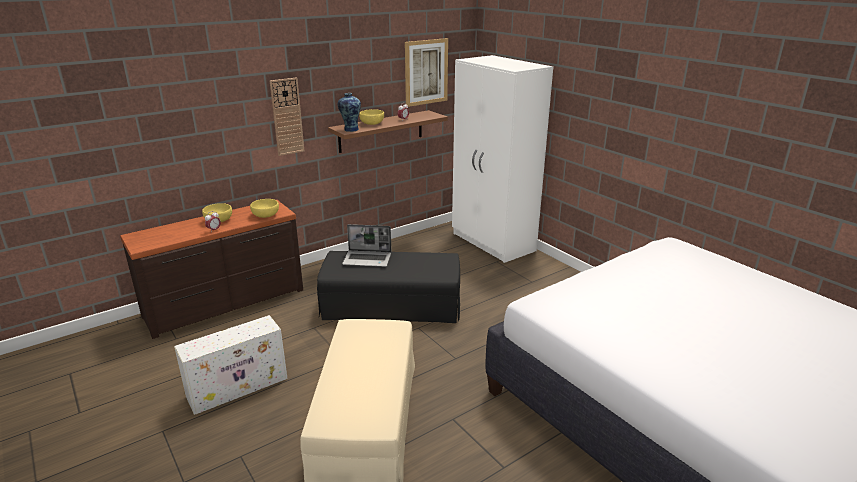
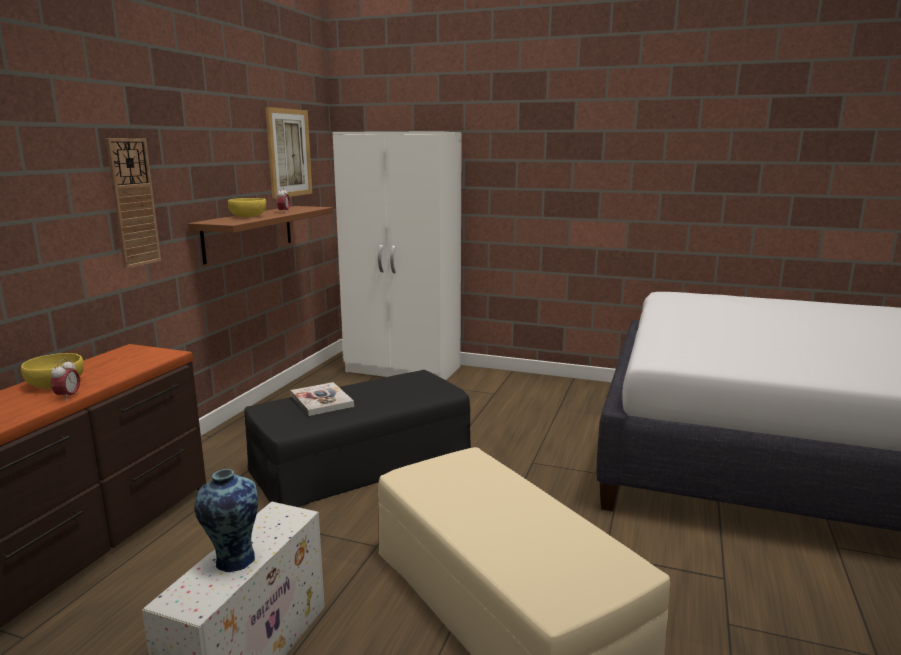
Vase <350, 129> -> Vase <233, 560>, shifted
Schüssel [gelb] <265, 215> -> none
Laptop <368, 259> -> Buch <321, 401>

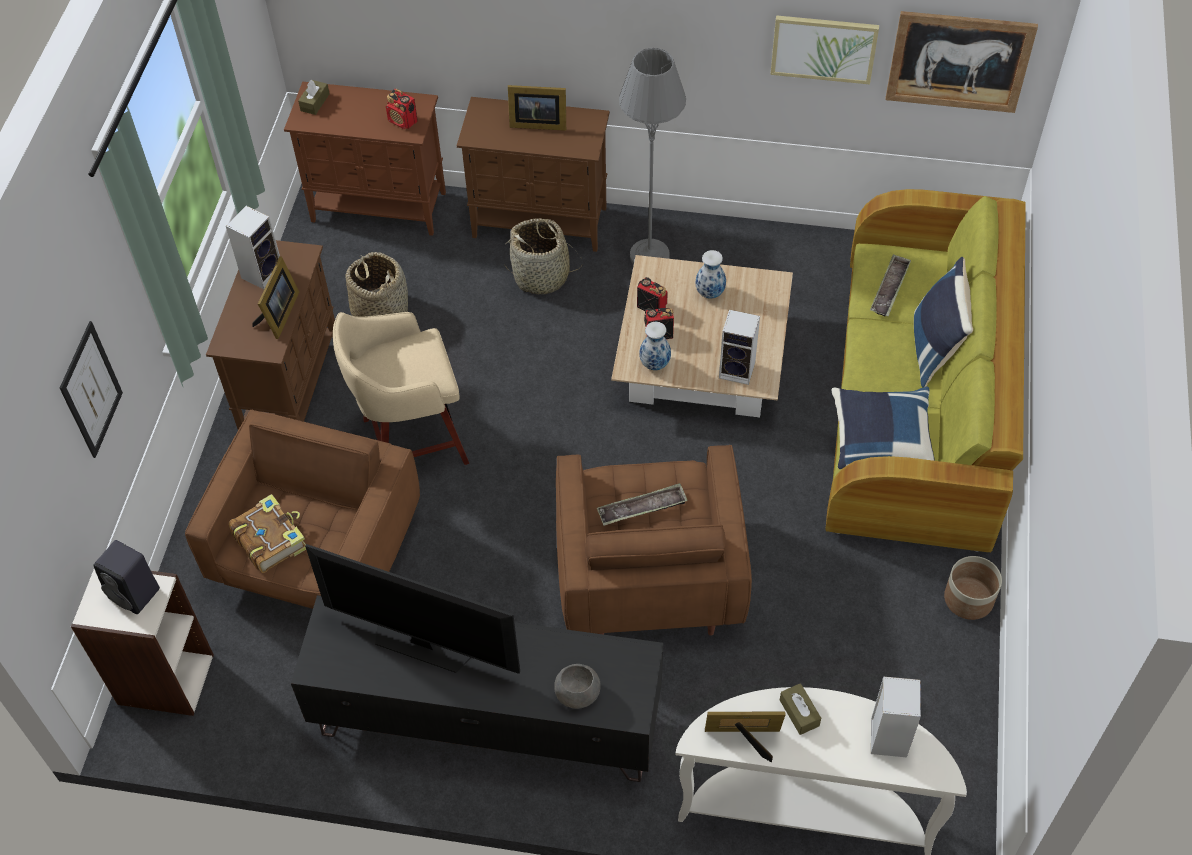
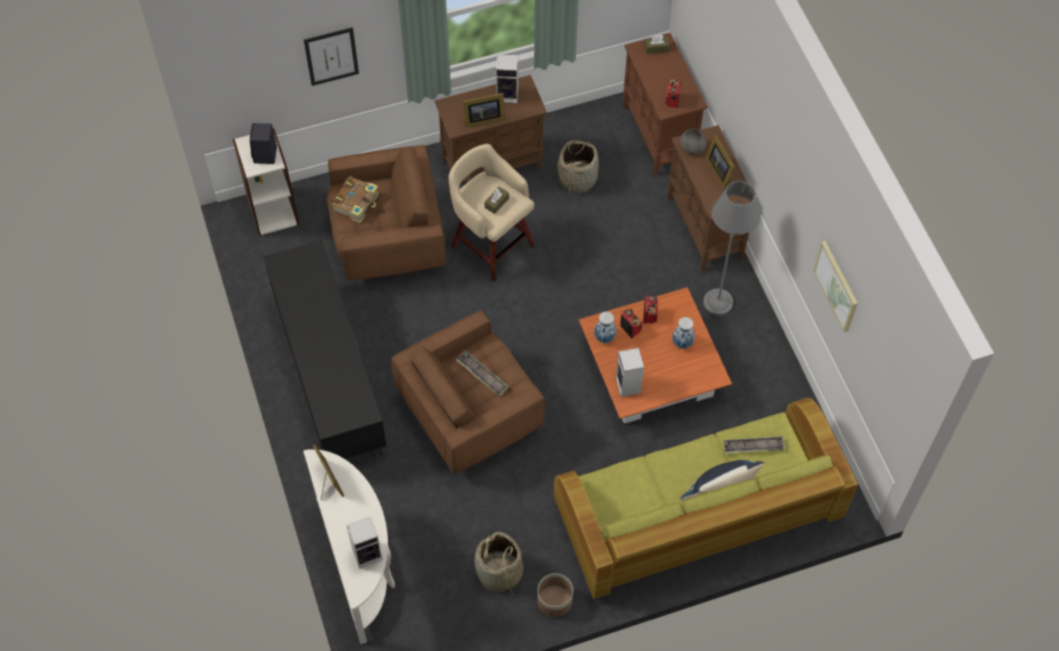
Bild <959, 61> -> none
Korb <542, 276> -> Korb <499, 572>, shifted
Couchtisch [beige] <702, 359> -> Couchtisch [orange] <651, 371>
Kissen [blau] <880, 440> -> none
Fernseher <423, 642> -> none
Schüssel [grau] <578, 693> -> Schüssel [grau] <692, 148>, shifted
Taschentuchbox [braun] <799, 713> -> Taschentuchbox [braun] <496, 203>, shifted

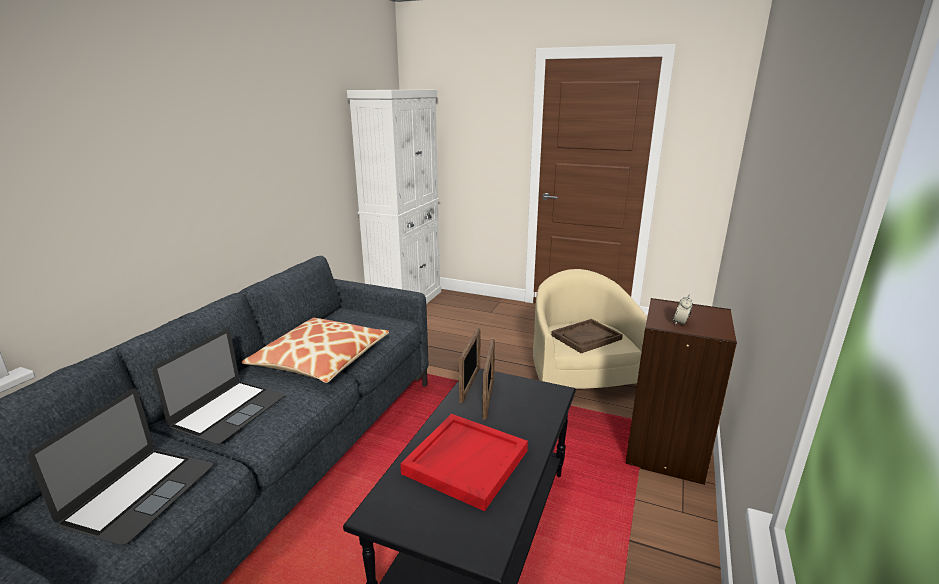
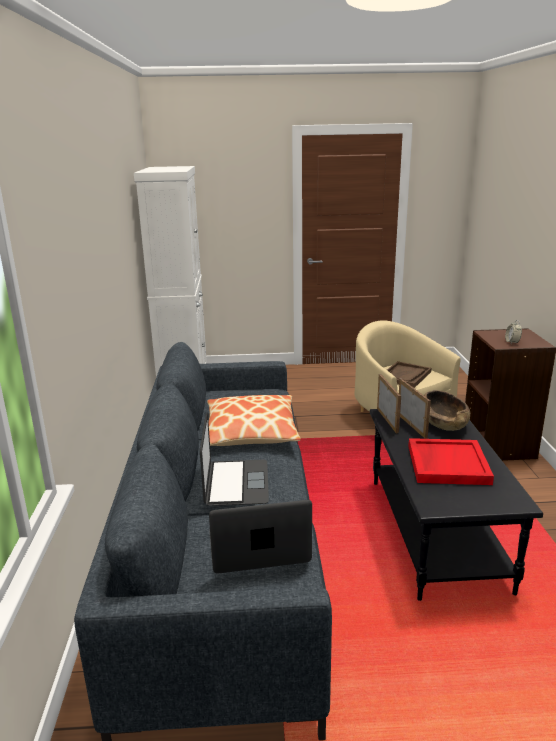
Laptop <140, 493> -> Laptop <258, 547>, 90 degrees counterclockwise
none -> Schüssel [braun] <444, 423>

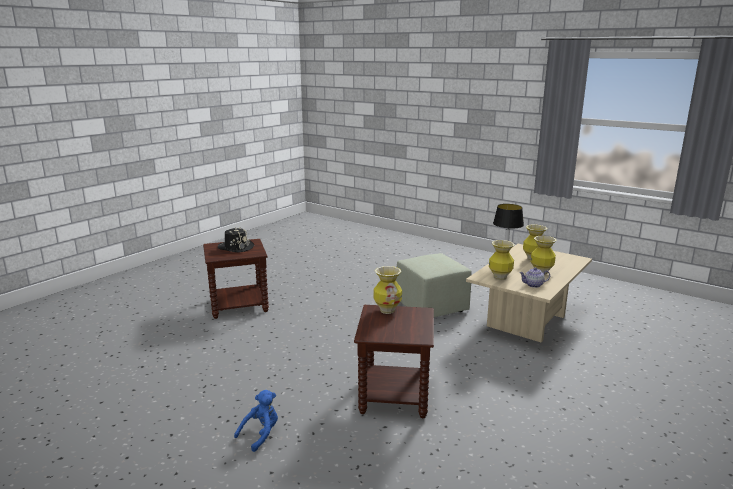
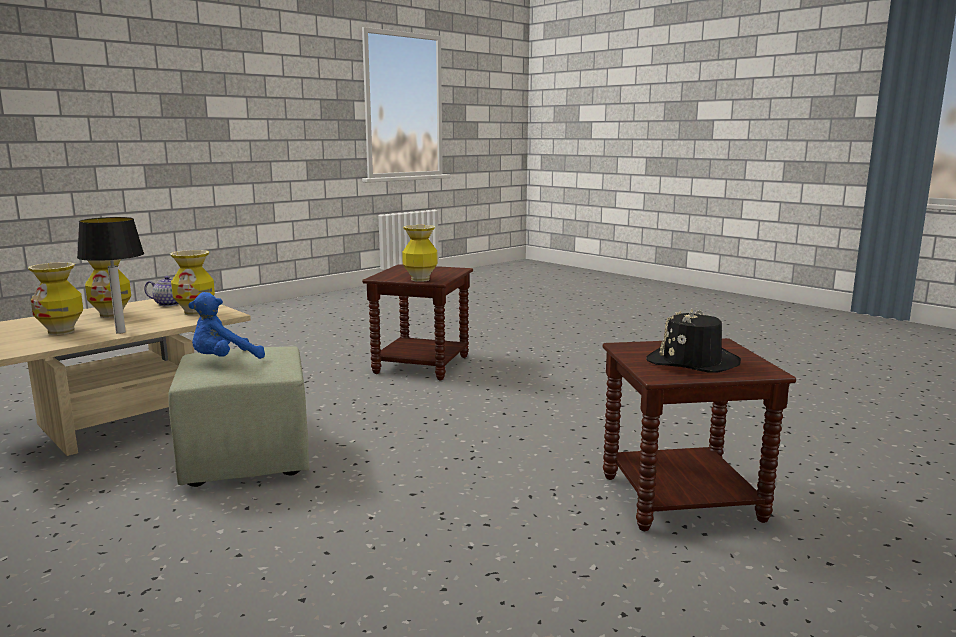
Plüschtier [blau] <261, 434> -> Plüschtier [blau] <224, 361>, shifted

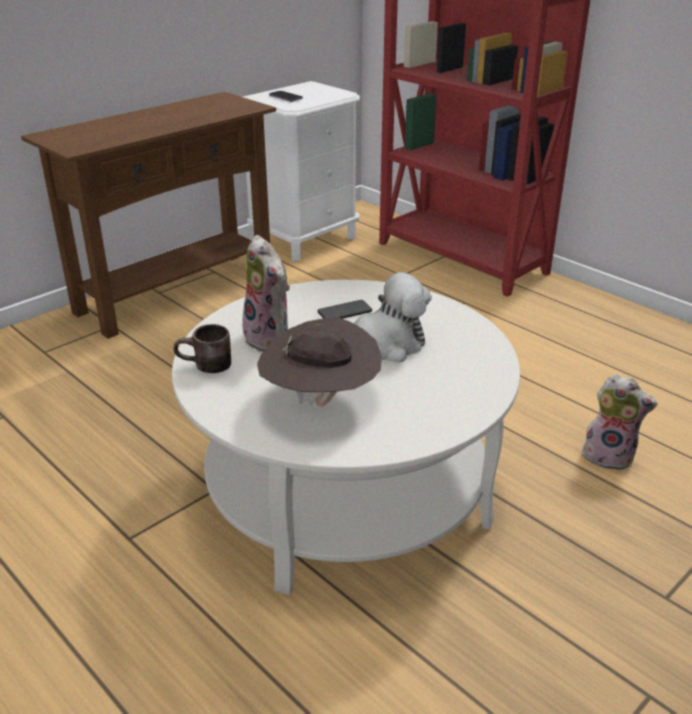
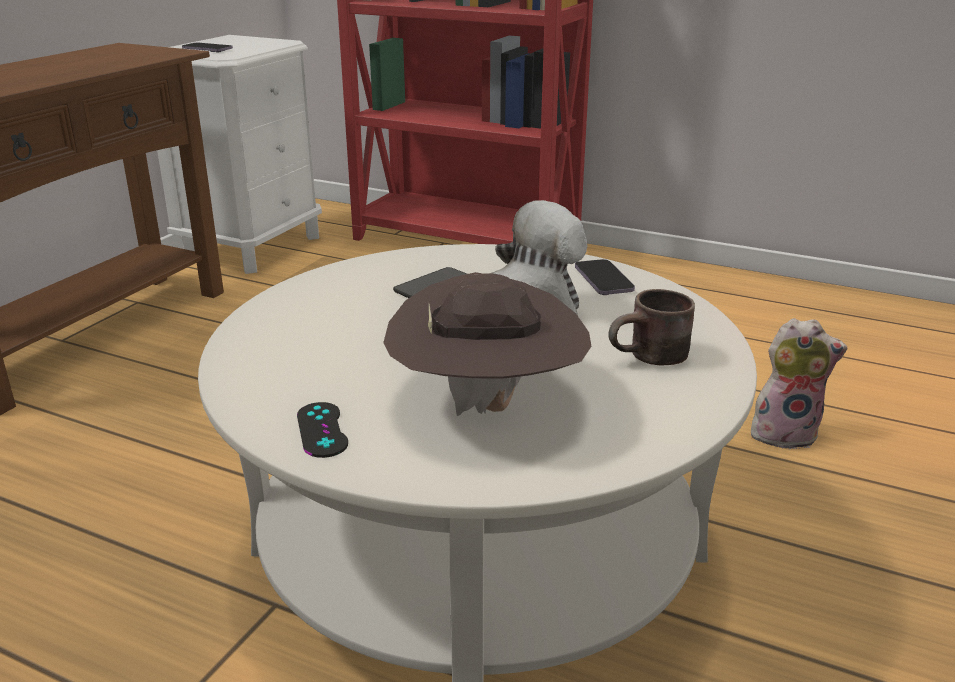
Plüschtier <271, 339> -> none
Henkelbecher [braun] <205, 368> -> Henkelbecher [braun] <651, 360>, shifted
none -> Handy <603, 280>
none -> Gamepad [schwarz] <322, 430>

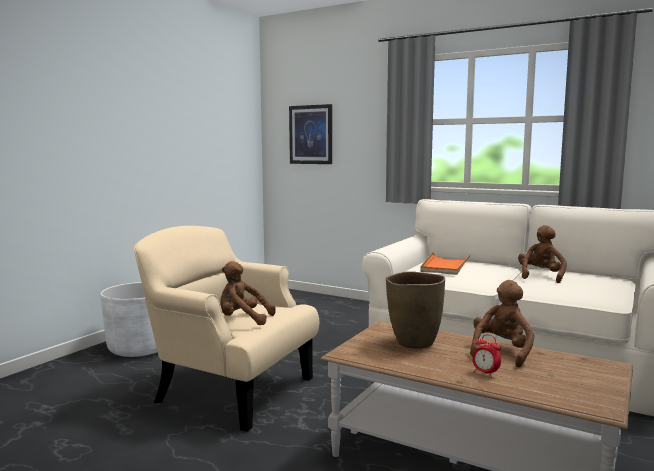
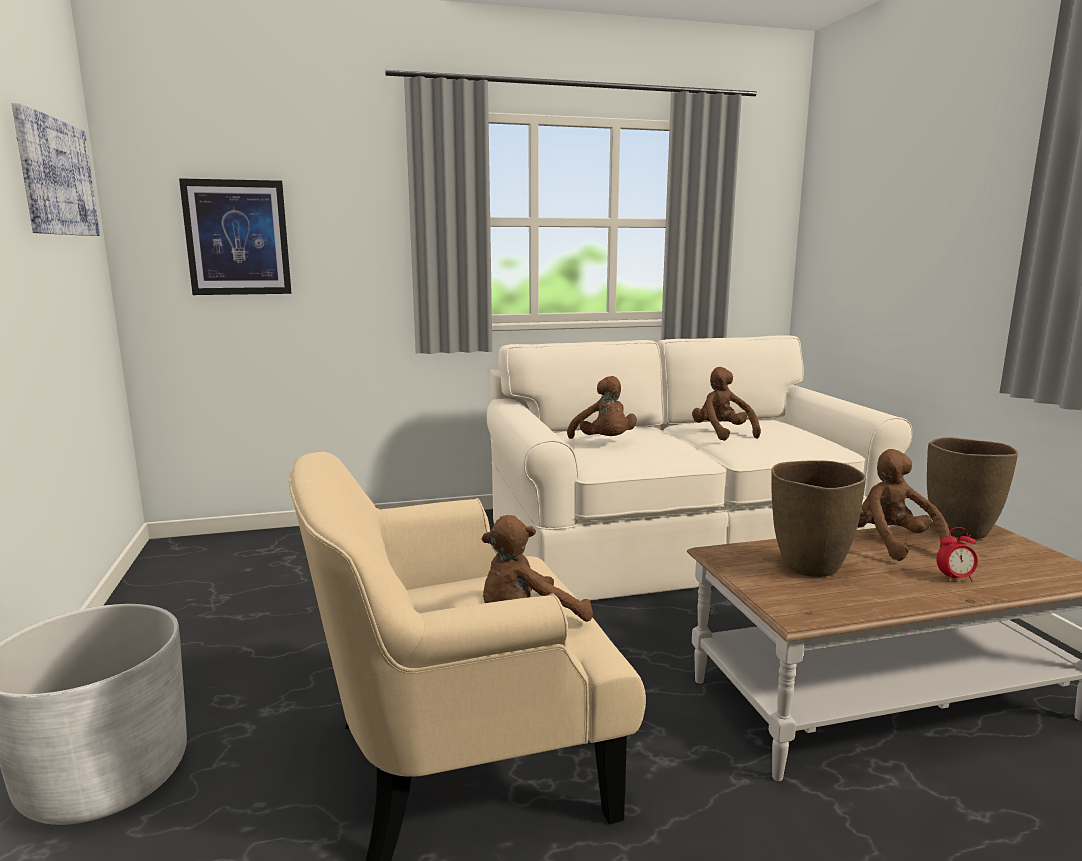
Tablett [orange] <445, 266> -> Plüschtier [braun] <604, 442>
none -> Bild <56, 177>
none -> Vase [braun] <959, 531>

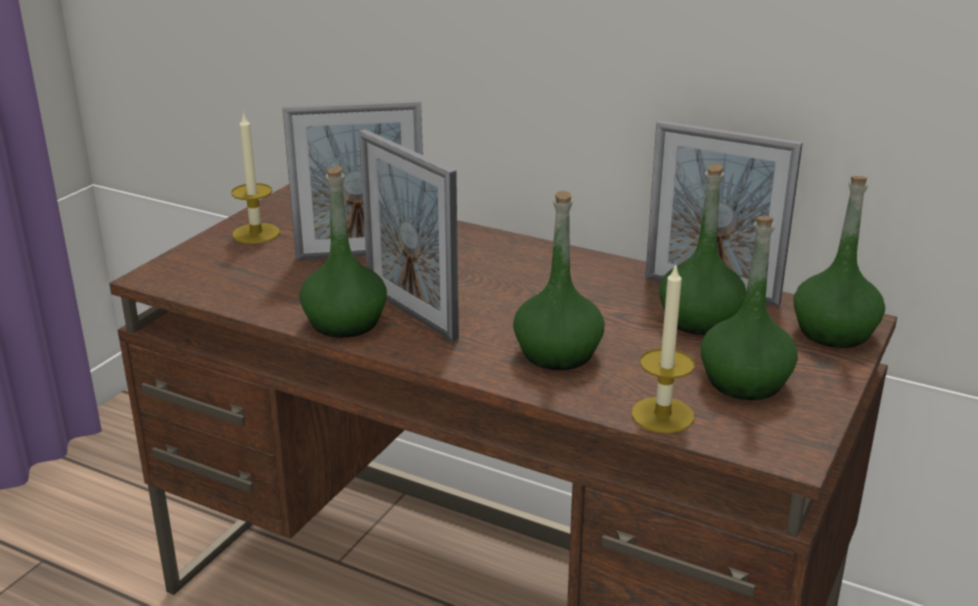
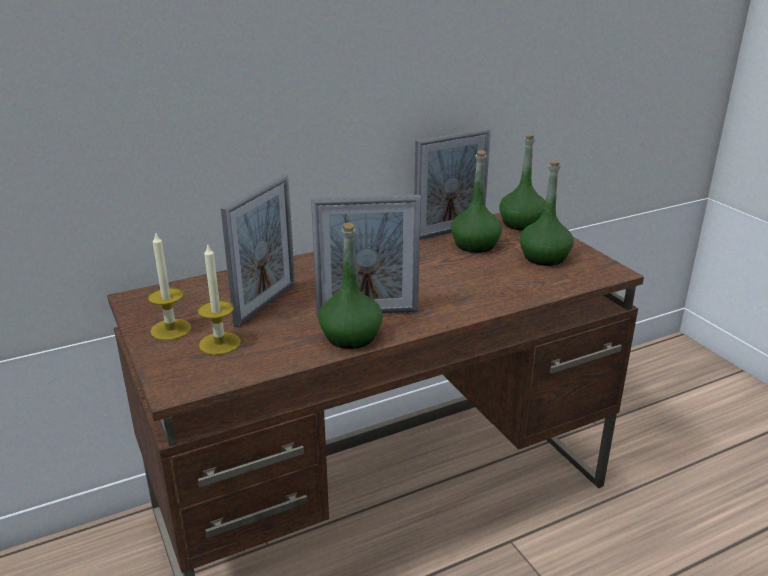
Flasche [grün] <558, 353> -> none
Kerze <662, 415> -> Kerze <220, 343>, shifted

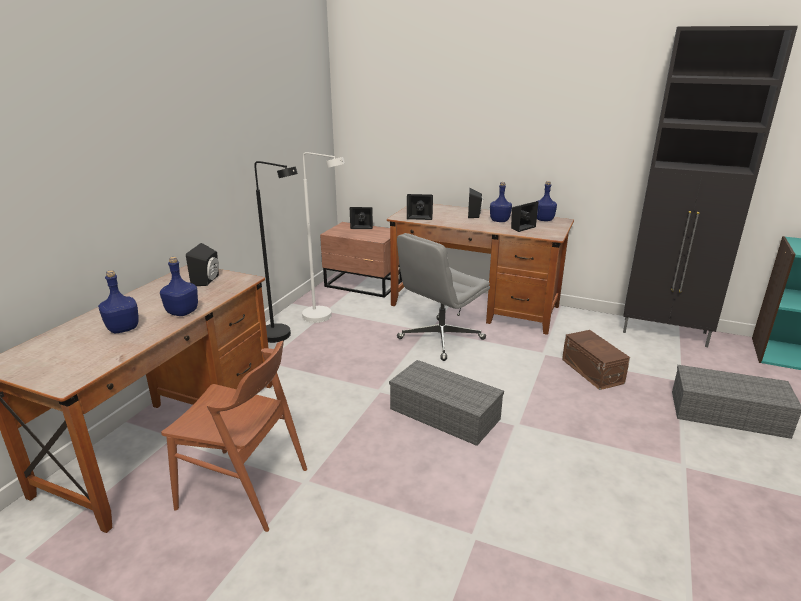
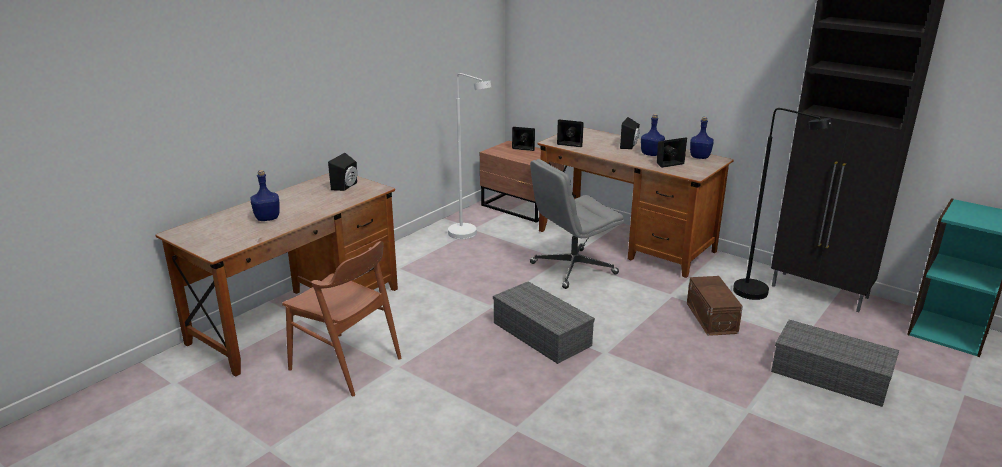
Stehlampe [schwarz] <282, 337> -> Stehlampe [schwarz] <759, 295>, shifted
Flasche [blau] <183, 312> -> none

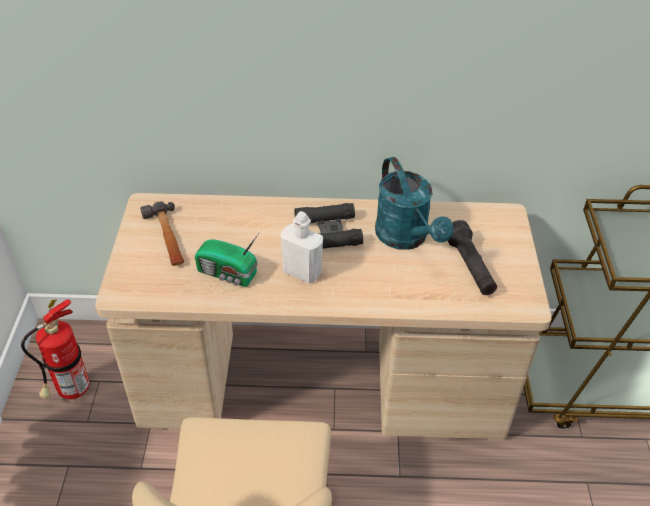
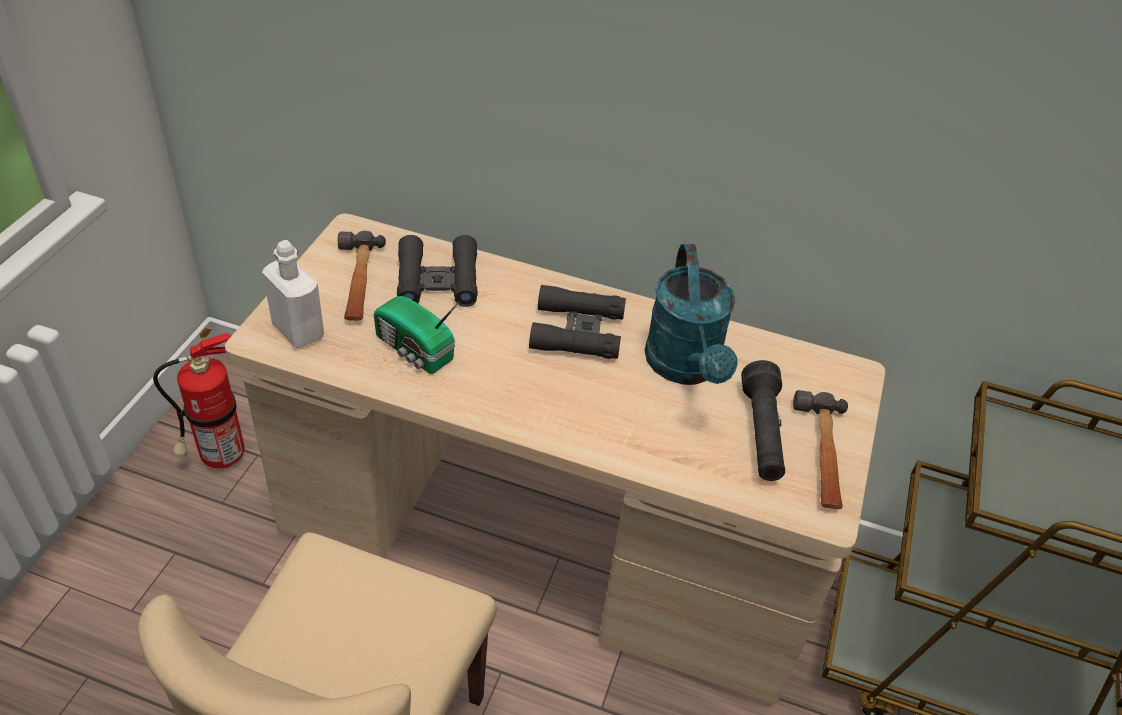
Flasche [weiß] <302, 272> -> Flasche [weiß] <298, 331>, shifted
none -> Fernglas [schwarz] <437, 280>
none -> Hammer <821, 455>

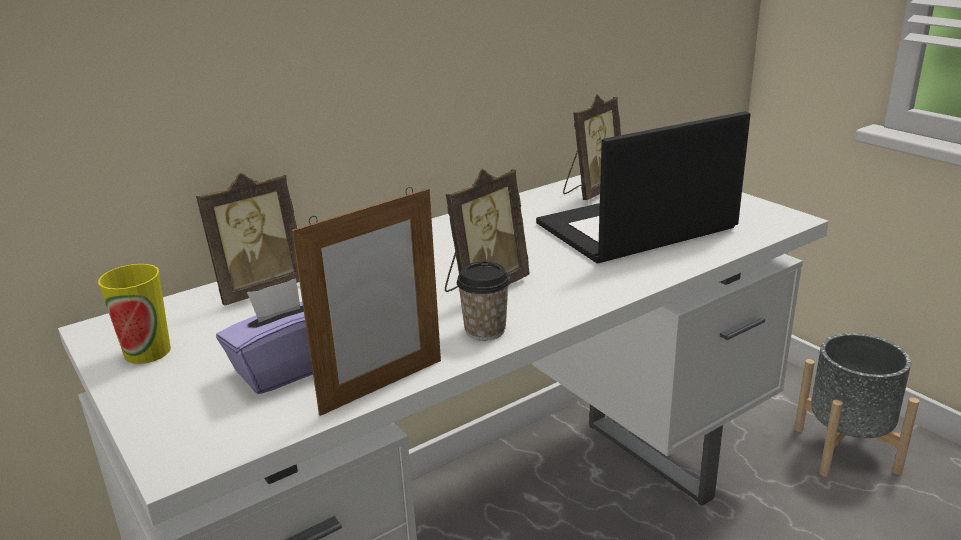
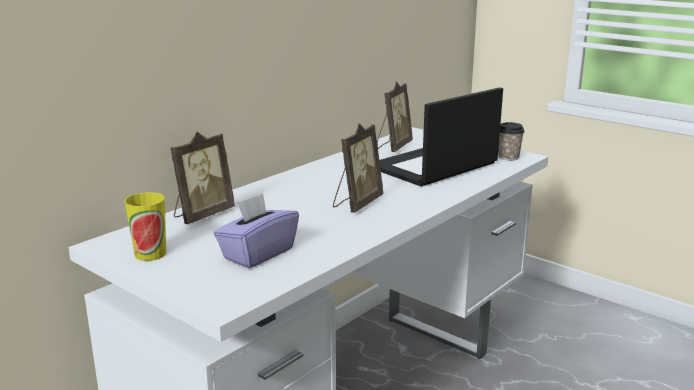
Bilderrahmen <382, 386> -> none
Tasse <485, 330> -> Tasse <508, 157>, shifted
Pflanzkübel [grau] <845, 449> -> none

